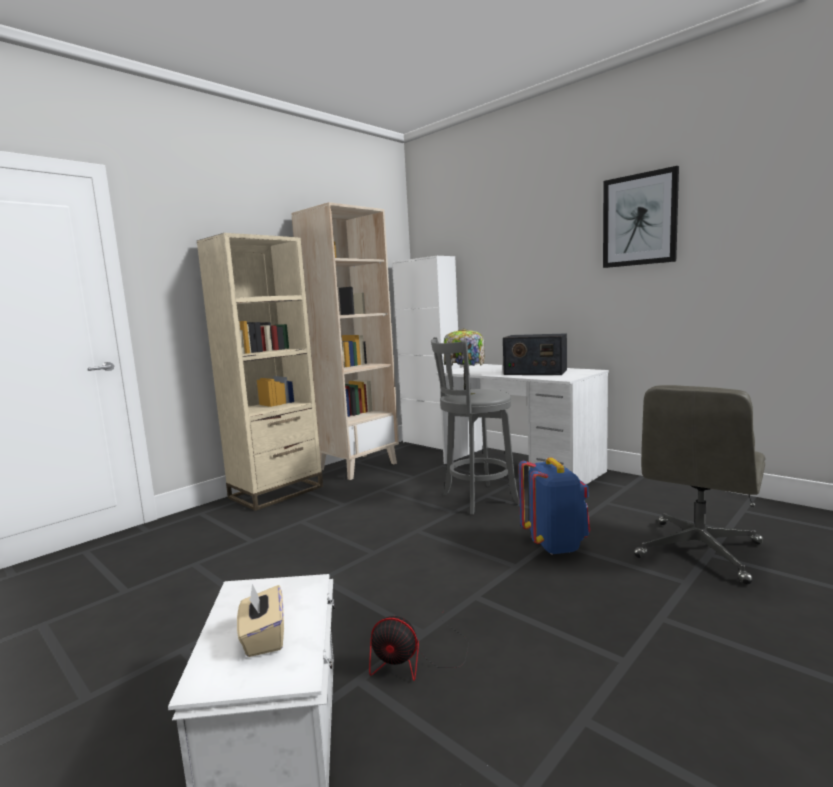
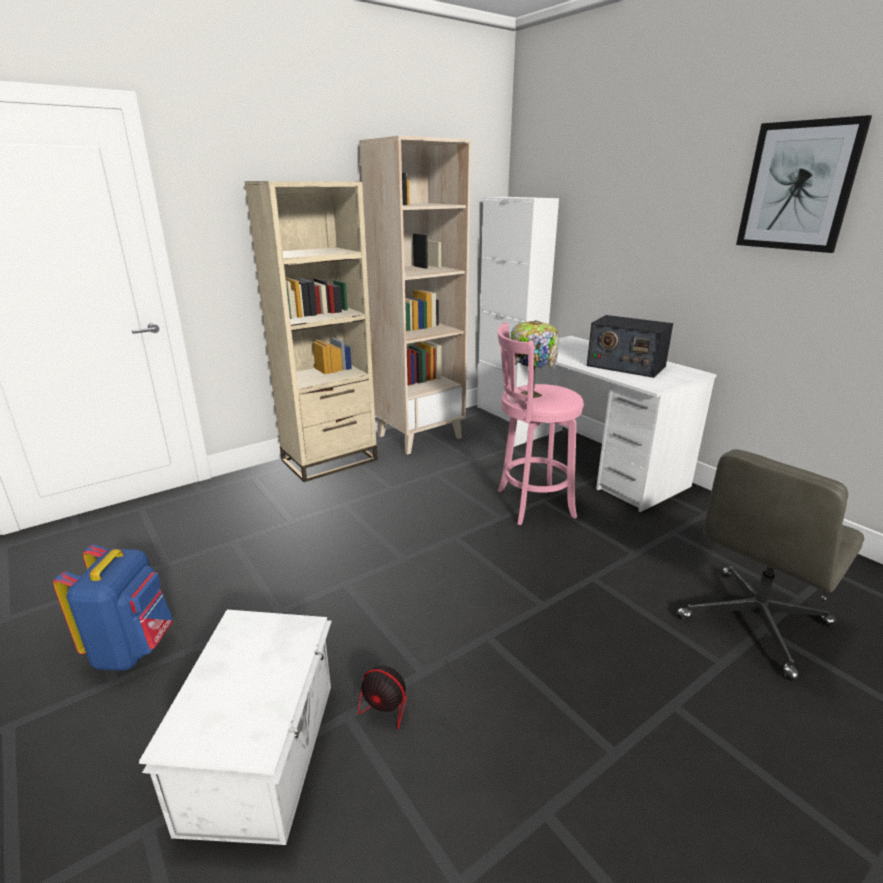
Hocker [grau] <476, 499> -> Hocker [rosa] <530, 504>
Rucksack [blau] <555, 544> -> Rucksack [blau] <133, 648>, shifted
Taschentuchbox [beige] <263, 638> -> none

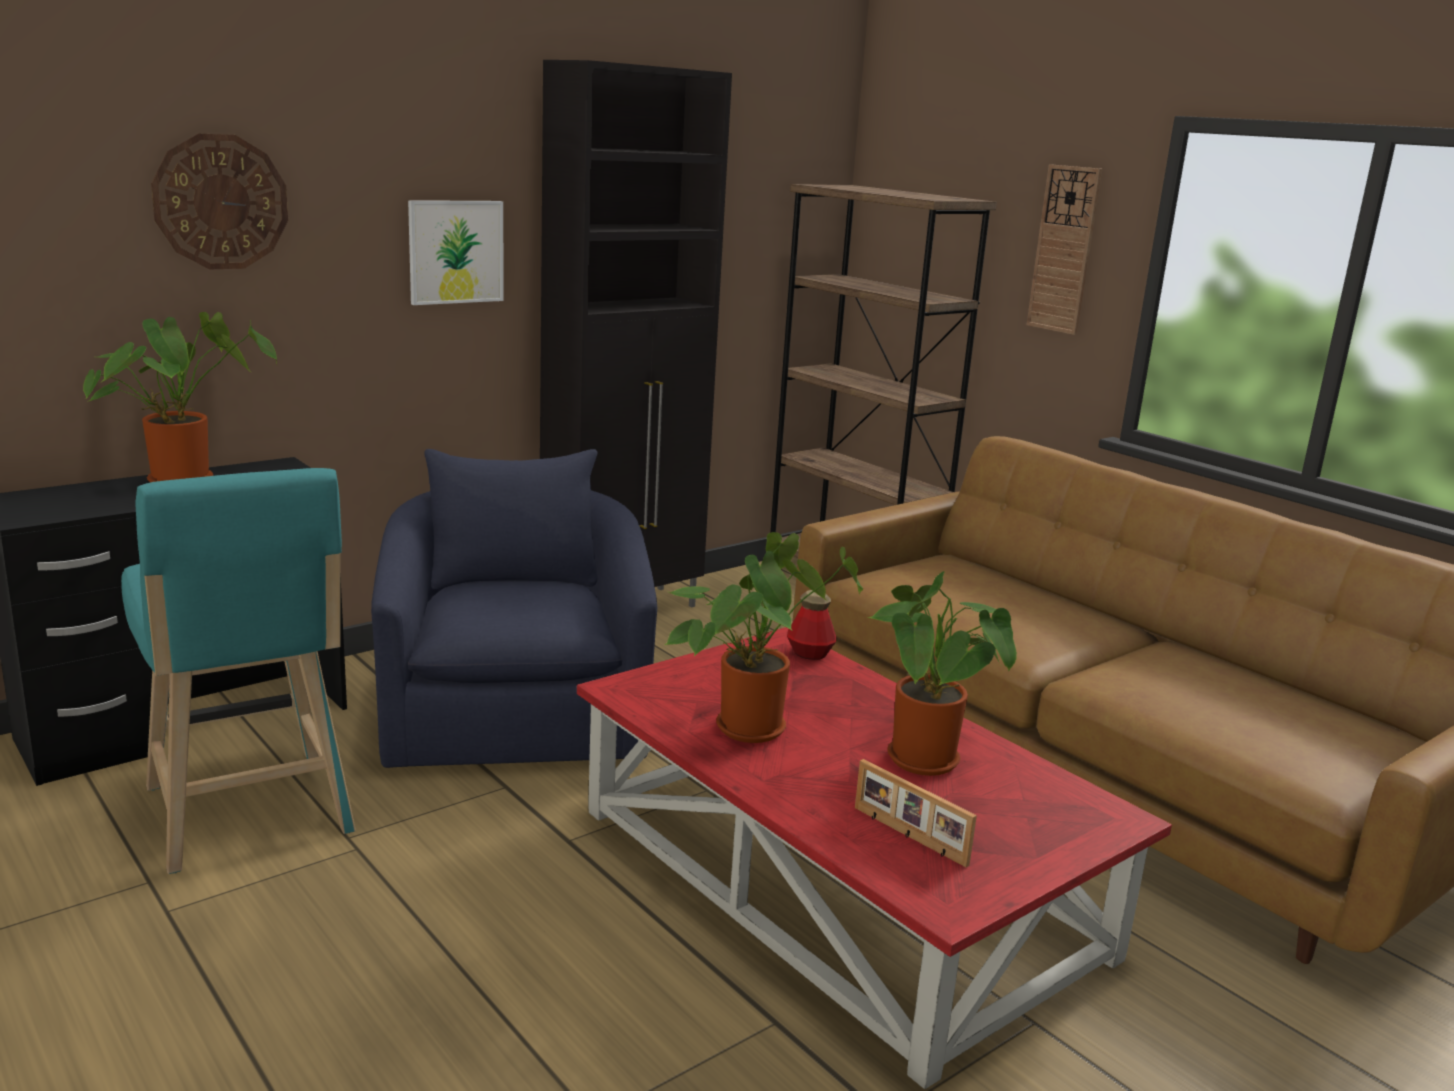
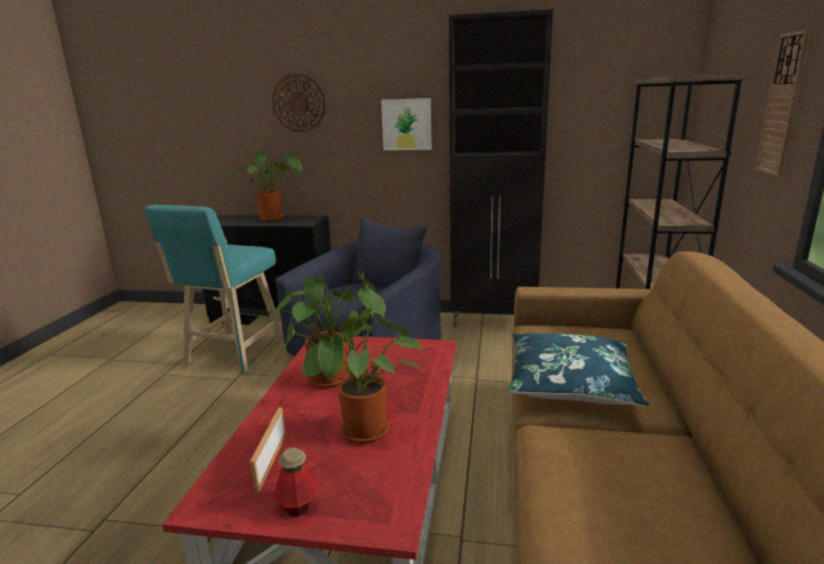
Flasche <810, 654> -> Flasche <297, 505>, shifted
none -> Kissen [blau] <570, 382>

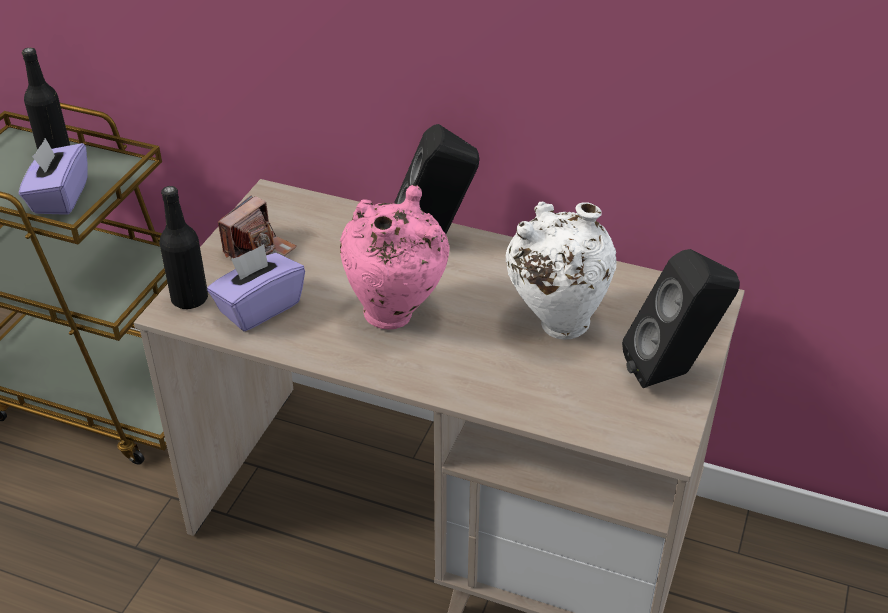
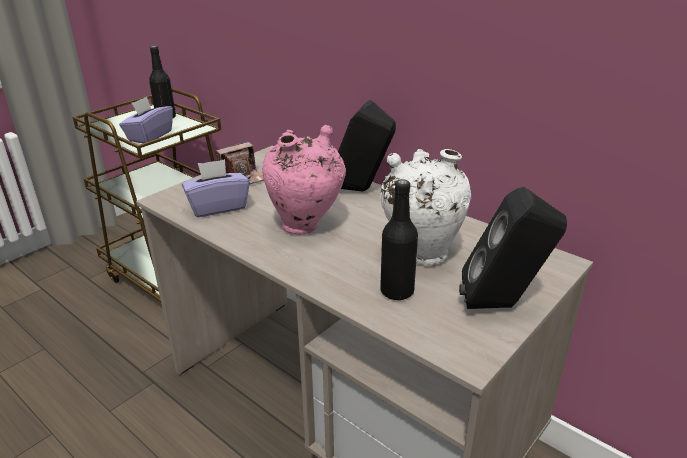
Flasche [schwarz] <189, 299> -> Flasche [schwarz] <397, 291>, shifted

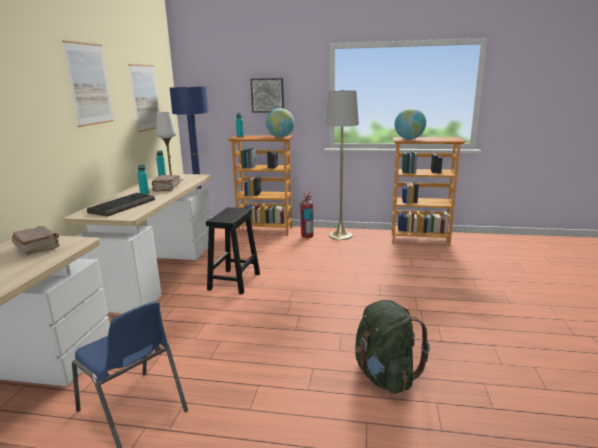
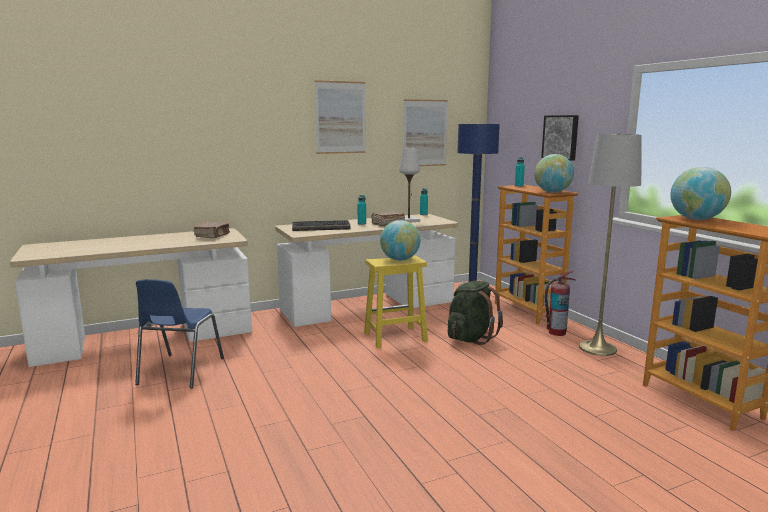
Hocker [schwarz] <234, 282> -> Hocker [gelb] <394, 337>
Rucksack [grün] <385, 376> -> Rucksack [grün] <470, 338>, shifted
none -> Globus <399, 260>

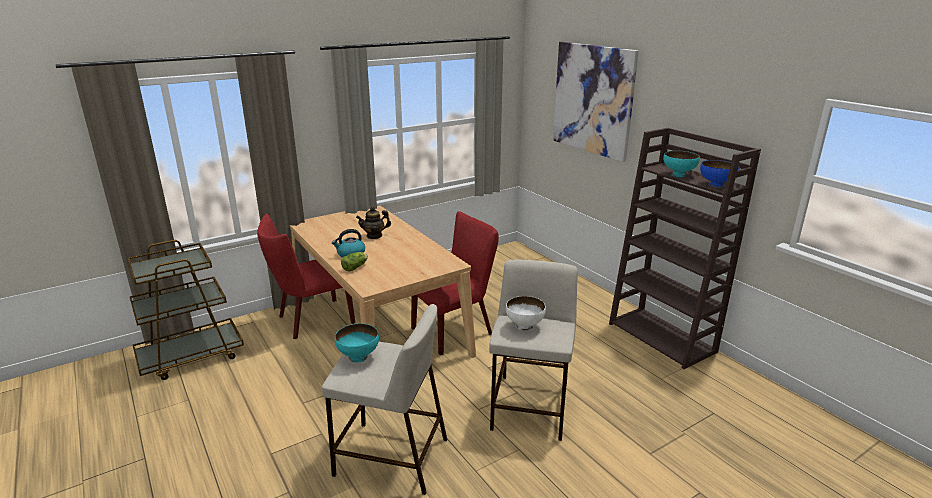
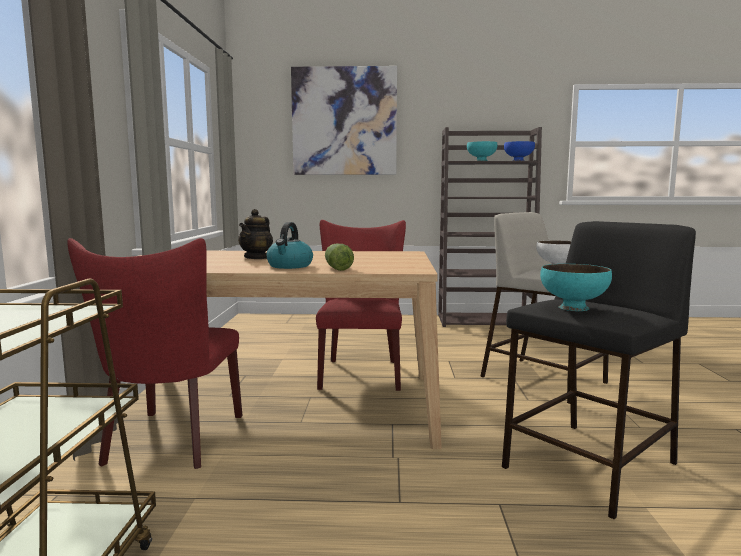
Hocker [beige] <390, 457> -> Hocker [schwarz] <589, 466>

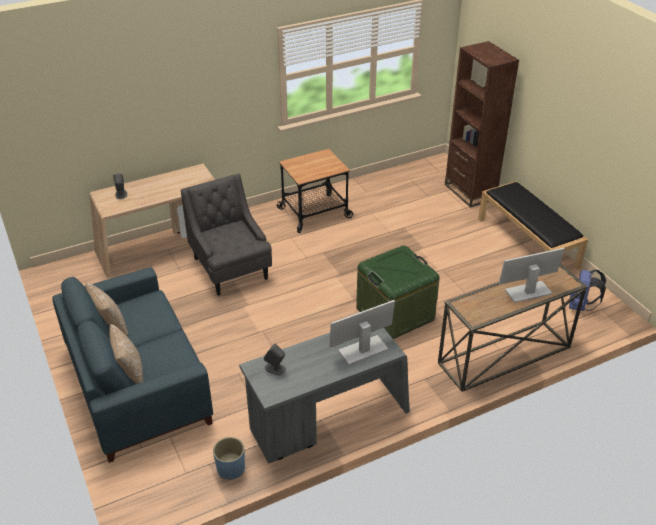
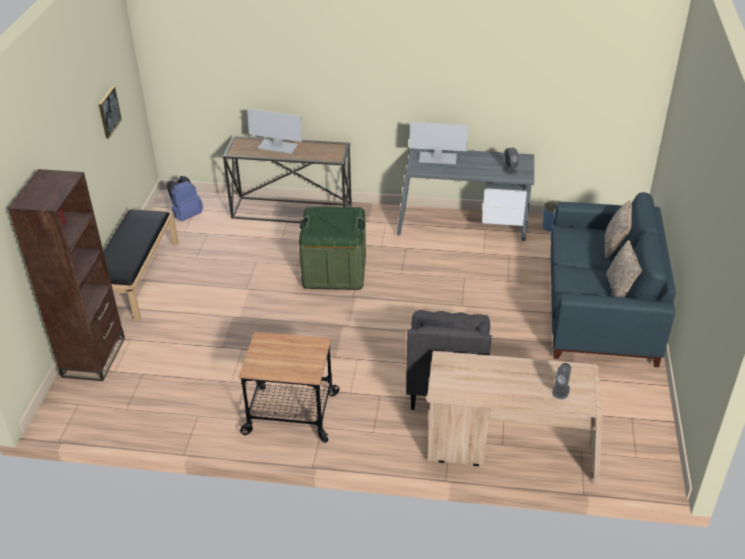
none -> Bild <109, 112>

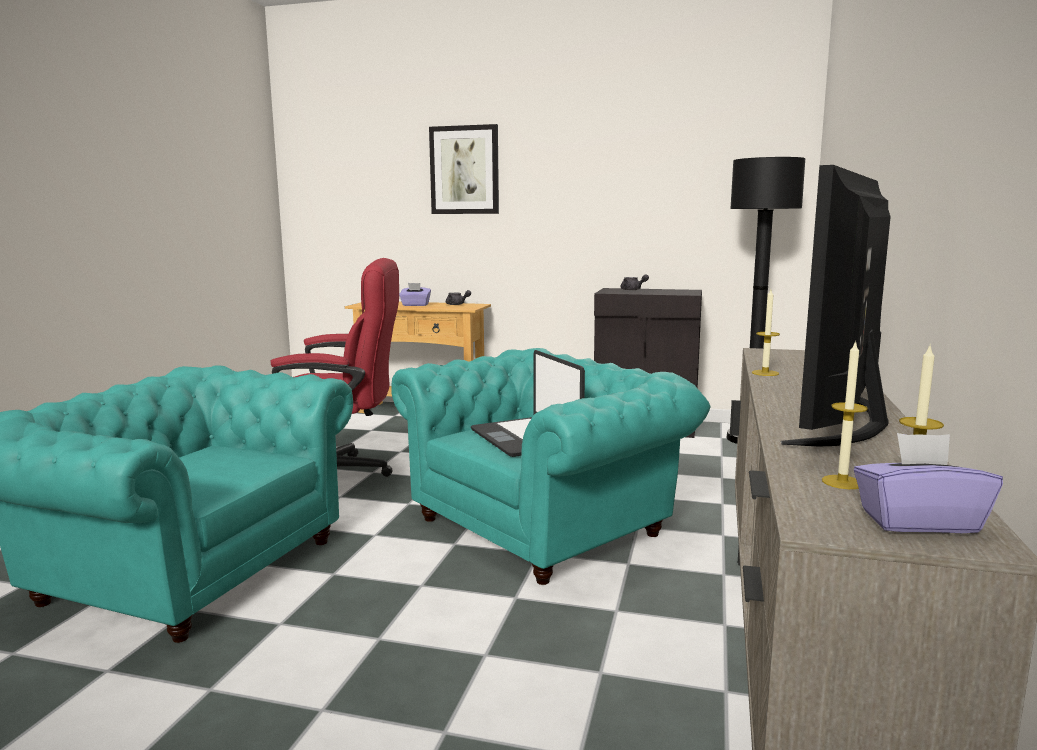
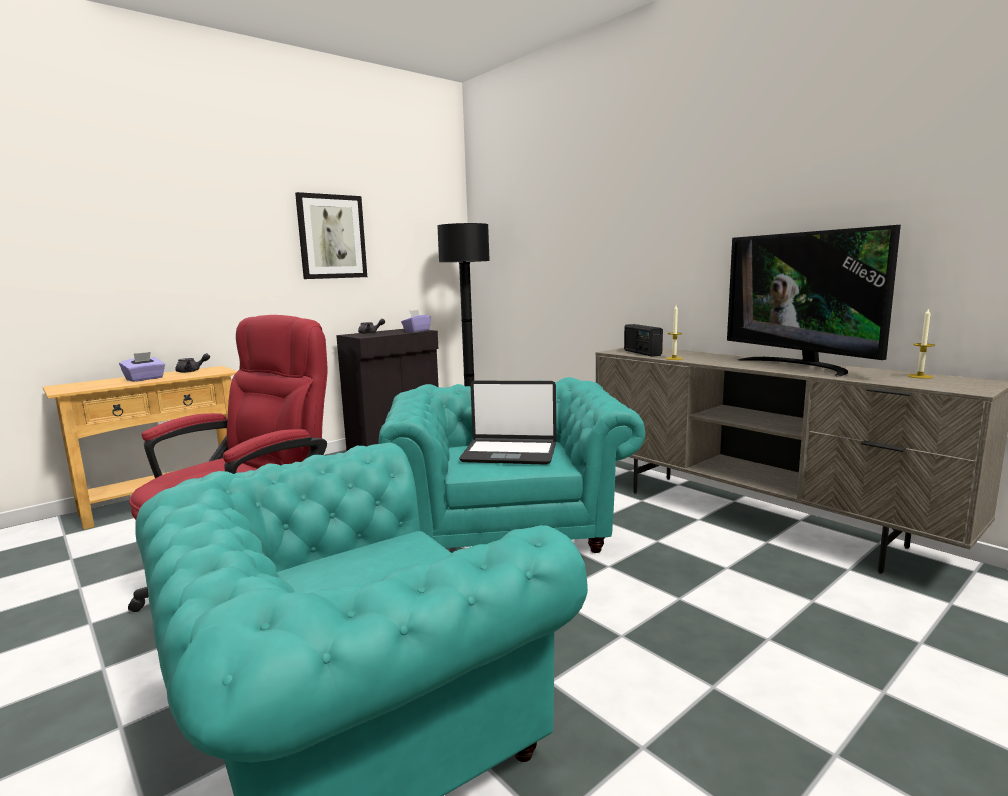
Bild <464, 170> -> Bild <331, 237>, shifted
Kerze <842, 482> -> none
Taschentuchbox [lila] <918, 521> -> Taschentuchbox [lila] <416, 331>, shifted
none -> Radio <642, 353>

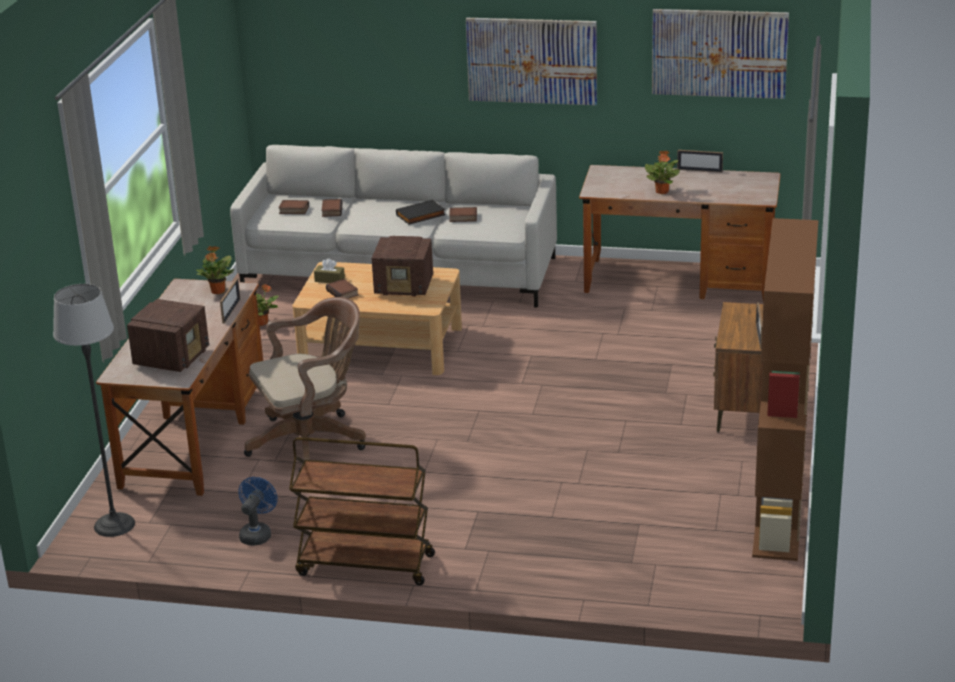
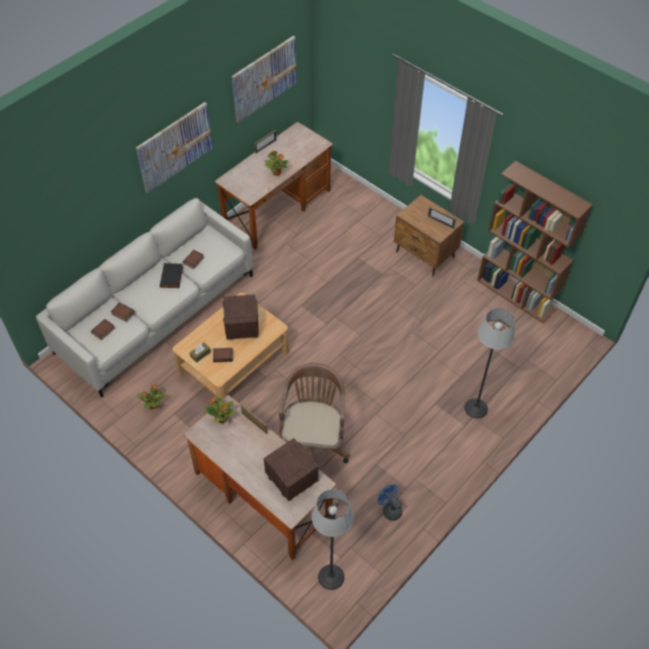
Radio <405, 287> -> Radio <242, 325>, 45 degrees counterclockwise
Rollwagen [braun] <364, 565> -> none
none -> Stehlampe <475, 408>

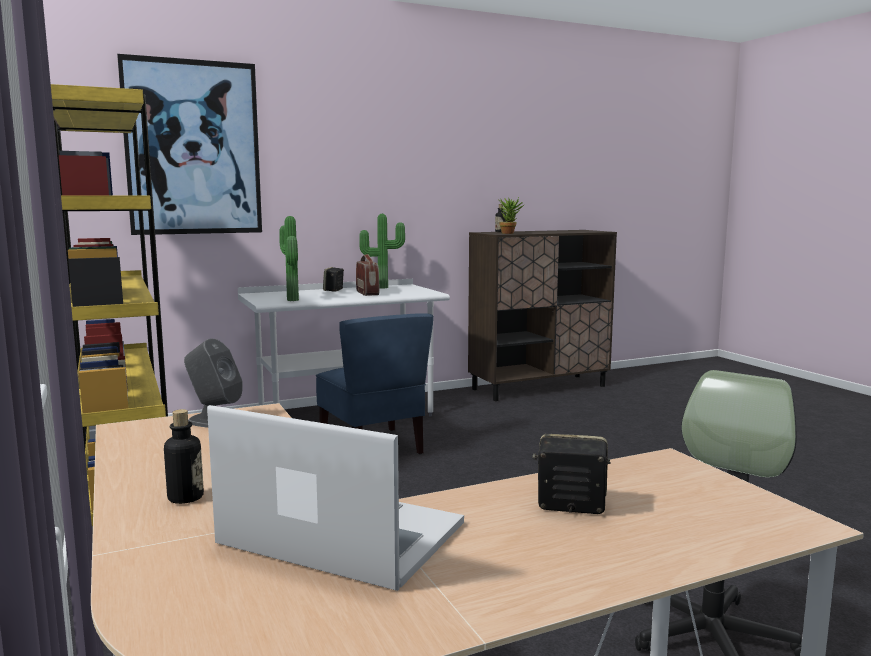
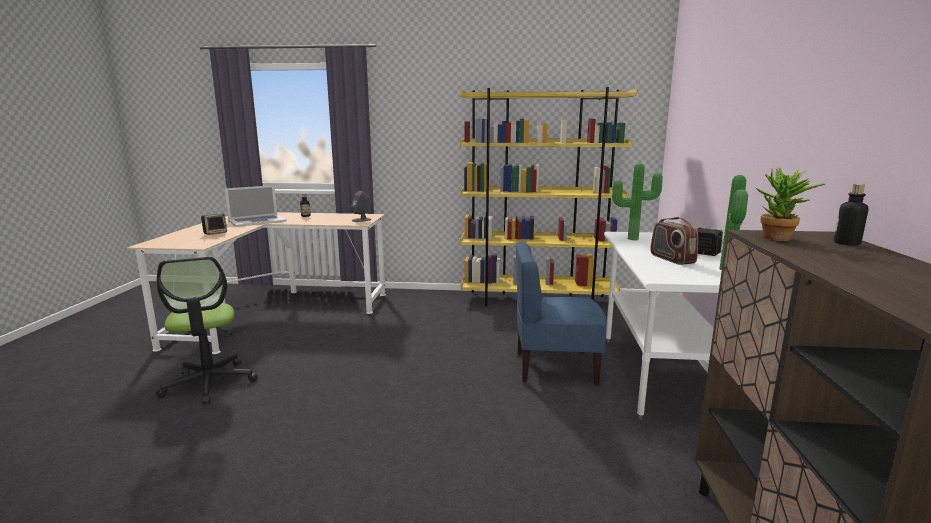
Bild <193, 148> -> none
Radio <368, 293> -> Radio <671, 259>, 60 degrees clockwise

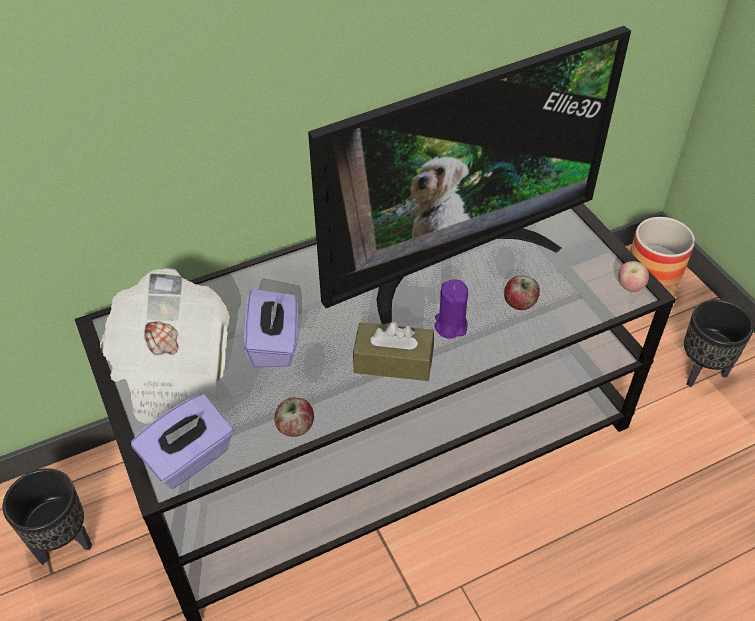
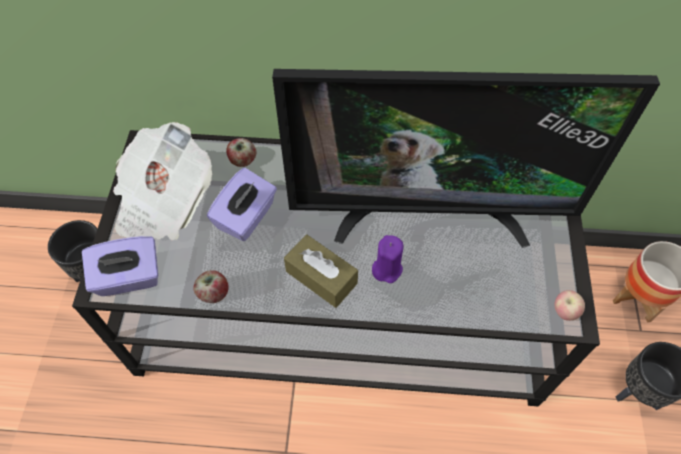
Apfel <520, 304> -> Apfel <242, 161>, shifted

